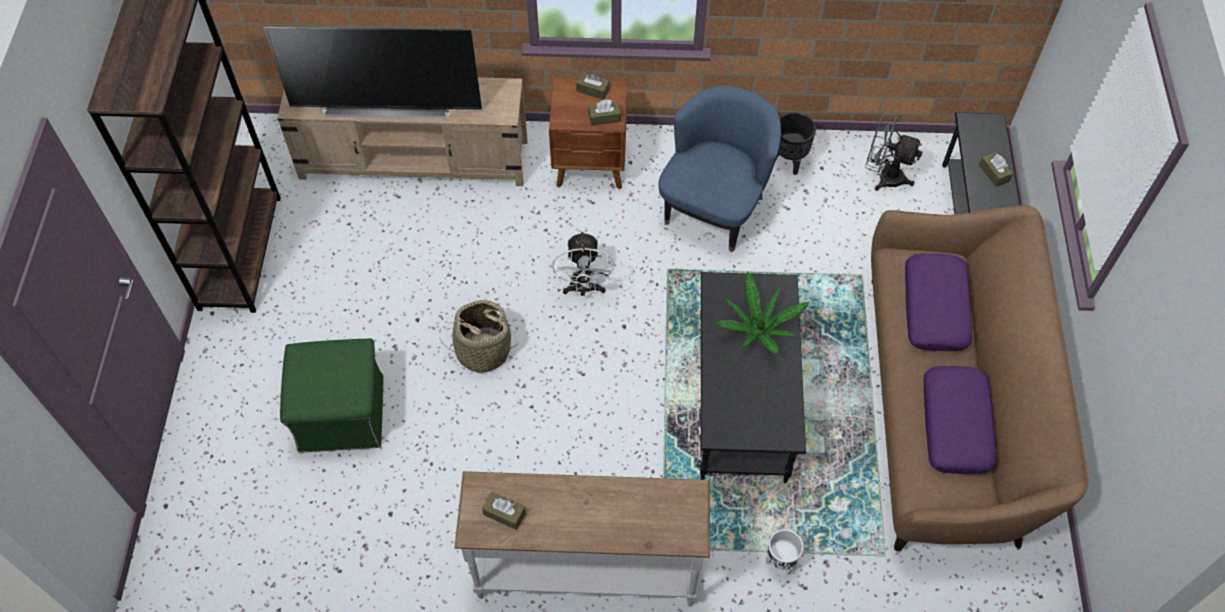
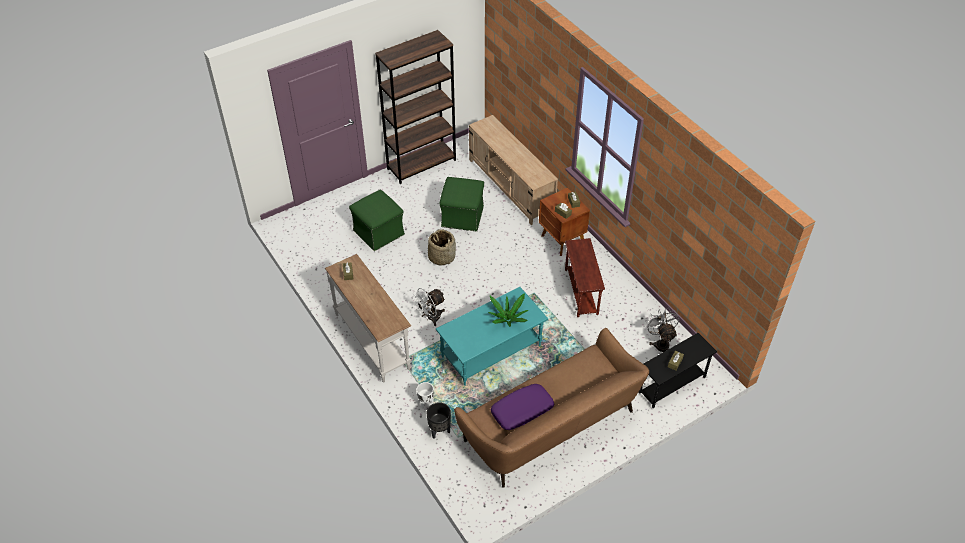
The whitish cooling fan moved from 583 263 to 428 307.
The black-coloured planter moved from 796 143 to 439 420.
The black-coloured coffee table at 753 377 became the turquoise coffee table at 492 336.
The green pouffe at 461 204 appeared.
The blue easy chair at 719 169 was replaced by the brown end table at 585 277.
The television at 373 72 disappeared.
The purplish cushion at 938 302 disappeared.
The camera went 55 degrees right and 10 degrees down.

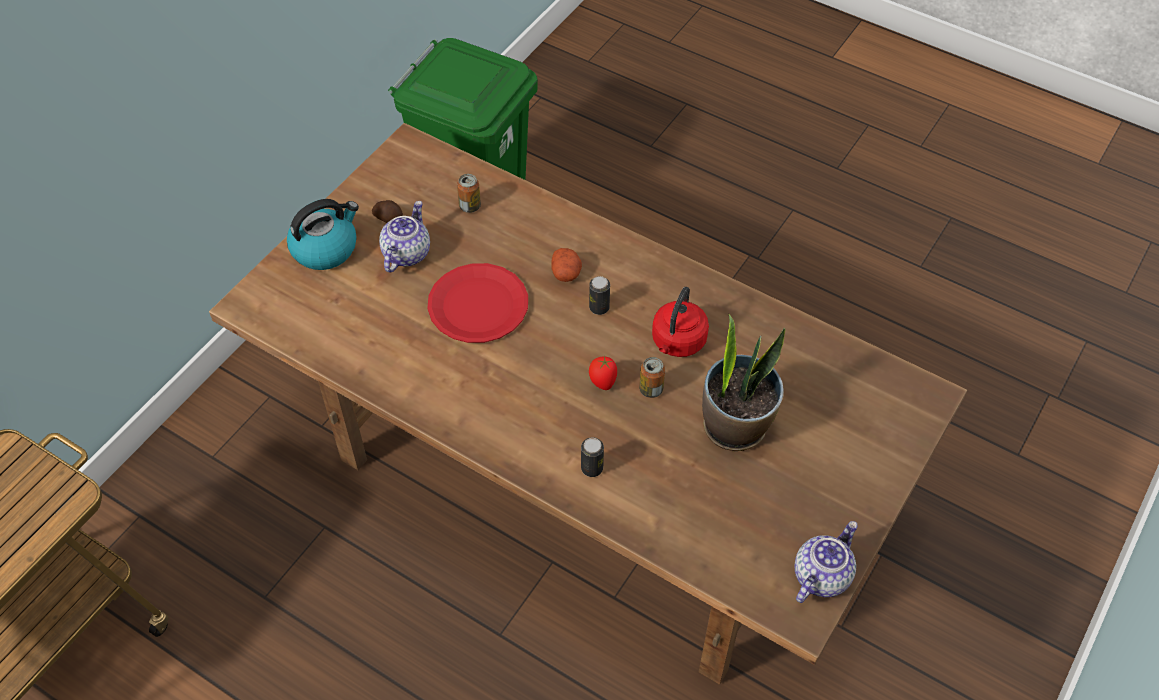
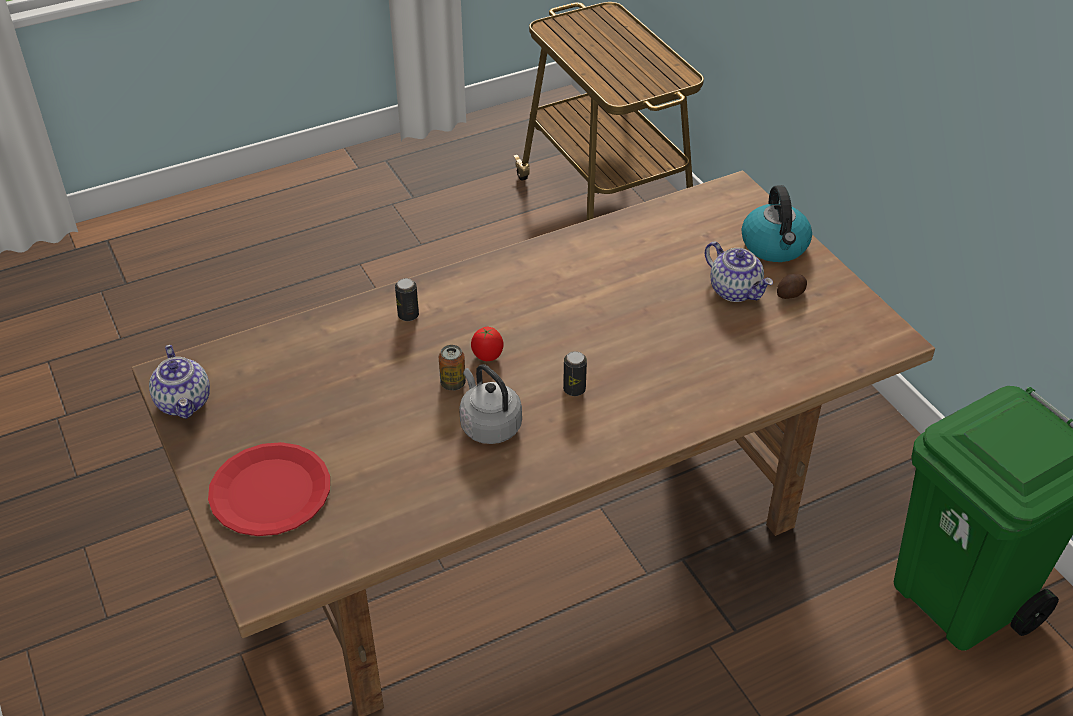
The reddish flat dish moved from 478 303 to 269 489.
The reddish water kettle at 680 322 became the grey water kettle at 490 404.
The sealed can at 469 193 disappeared.
The spud at 566 265 disappeared.
The potted plant at 744 382 disappeared.
The camera went 120 degrees right and 10 degrees down.

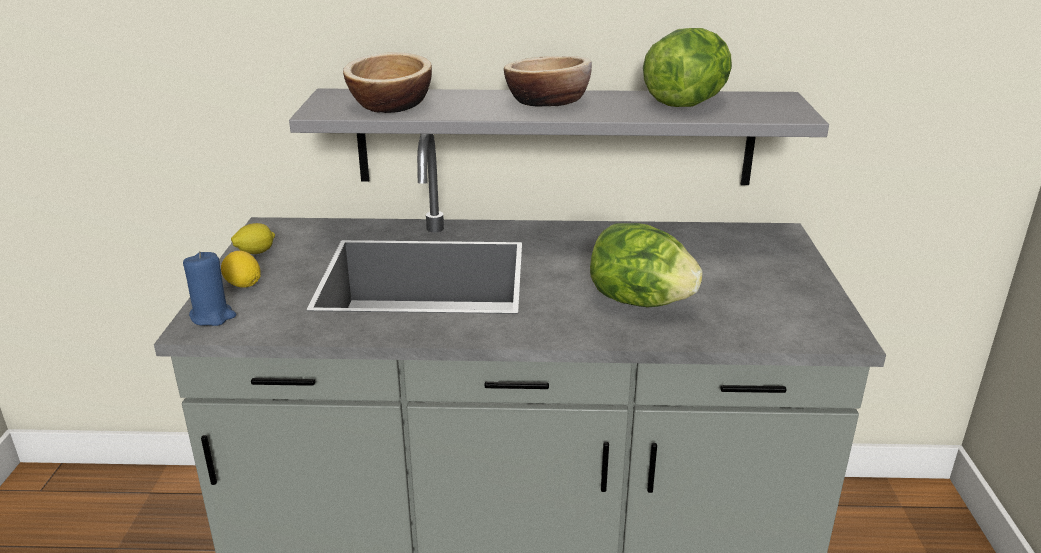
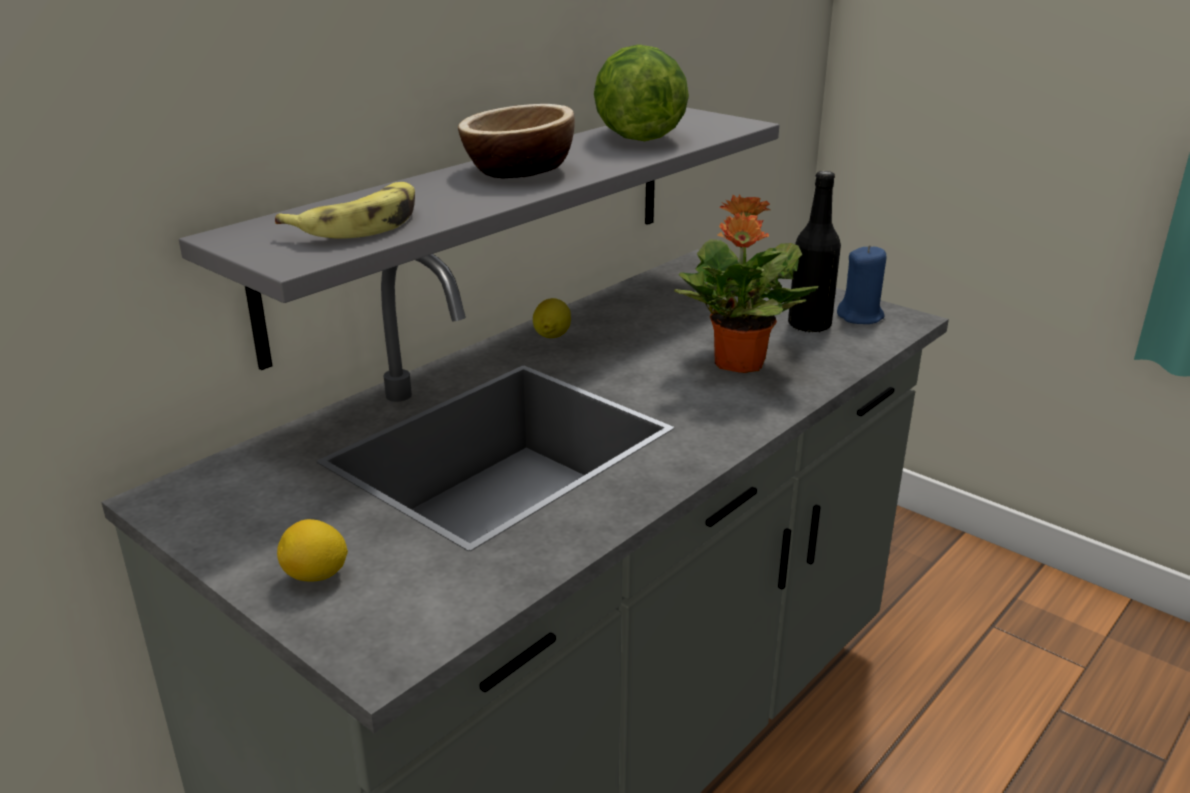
The bowl at 387 82 was replaced by the whole banana at 345 210.
The lemon moved from 253 238 to 551 318.
The lettuce head at 646 265 was replaced by the potted plant at 746 284.
The black-coloured beverage bottle at 814 251 appeared.
The blue wax candle moved from 209 288 to 861 284.
The camera went 50 degrees left and 0 degrees up.

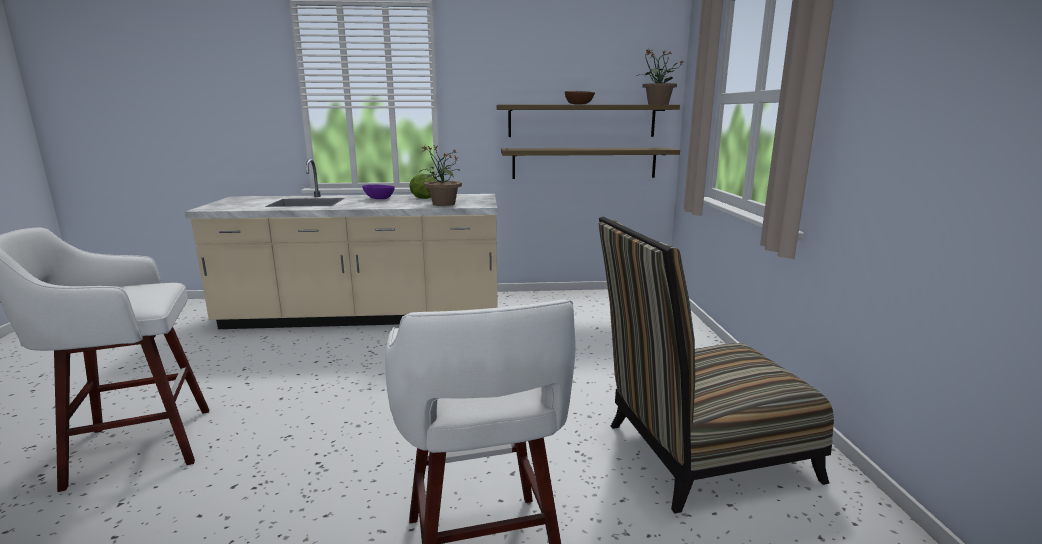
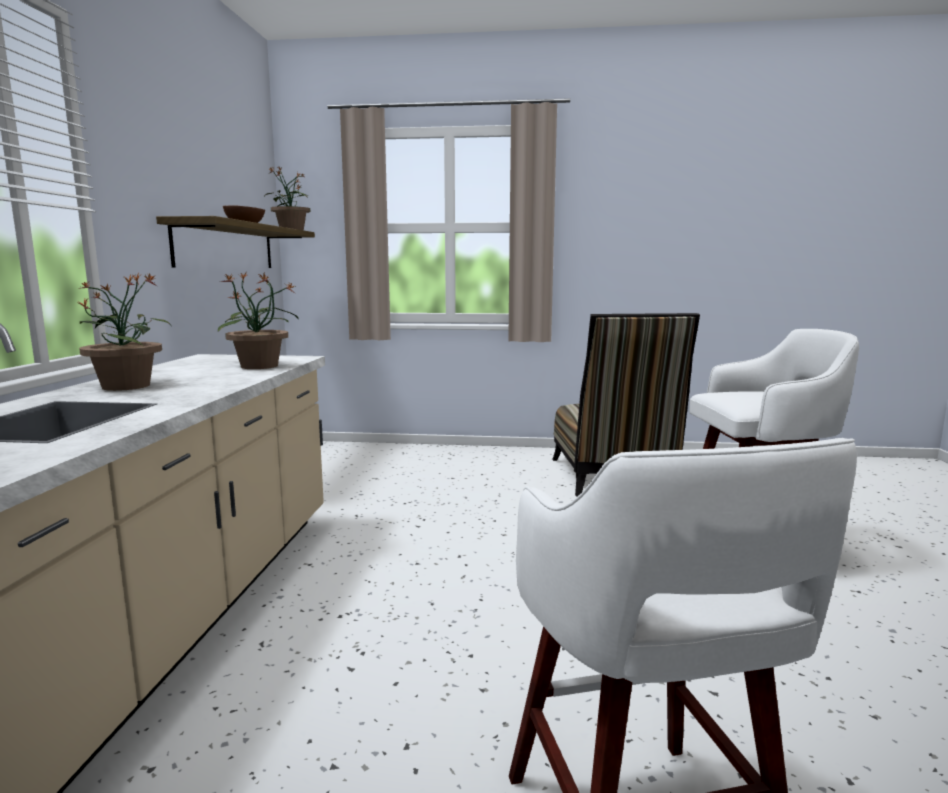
The purplish bowl at 378 192 was replaced by the potted plant at 123 331.
The lettuce head at 422 186 disappeared.
The bracket shelf at 590 163 disappeared.
The camera went 80 degrees left and 5 degrees down.

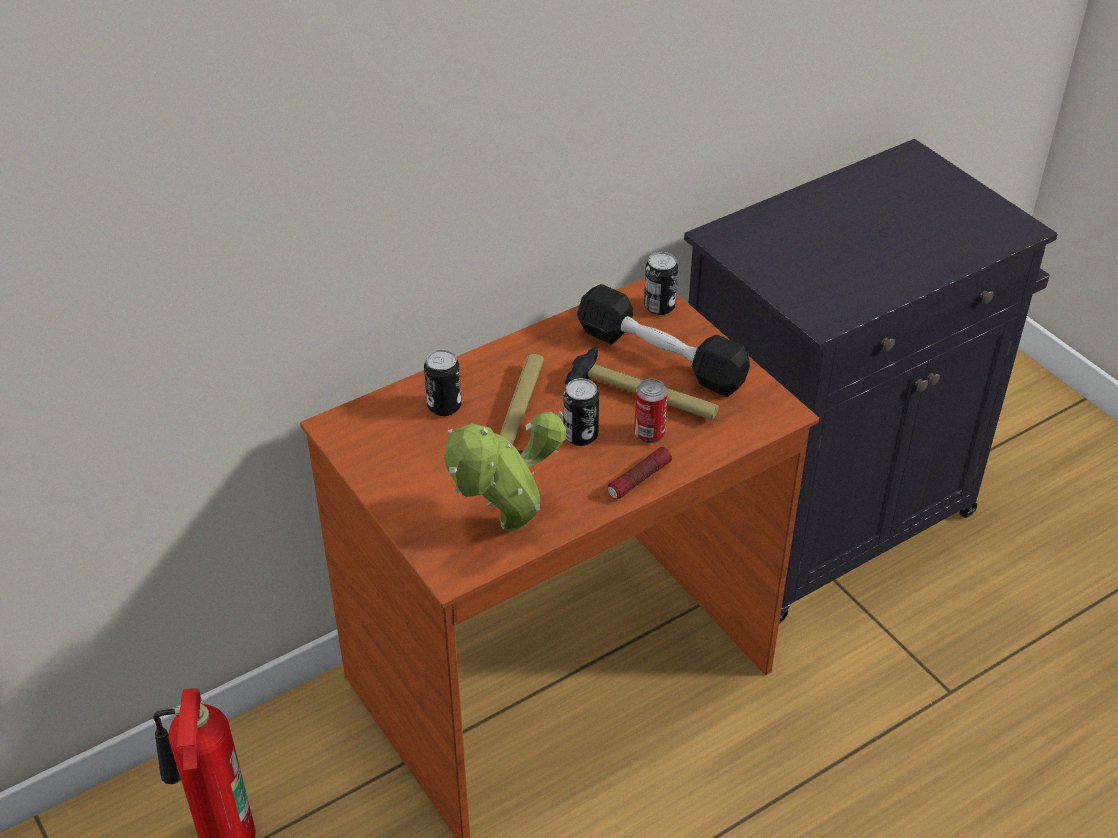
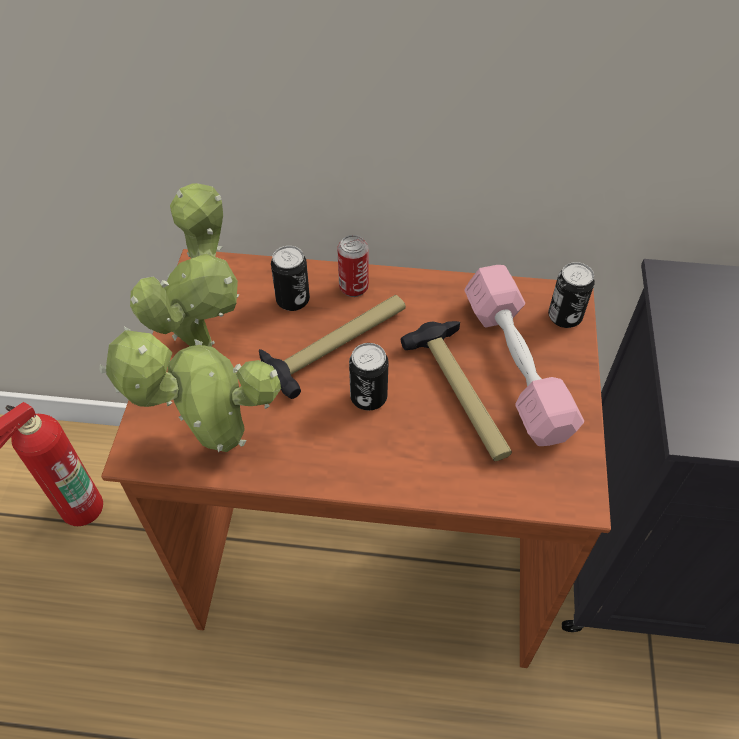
The potted plant at 184 265 appeared.
The sealed can moved from 651 410 to 353 266.
The black-coloured dumbbell at 663 340 became the pinkish dumbbell at 524 355.
The torch at 640 473 disappeared.
The camera went 40 degrees right and 10 degrees up.

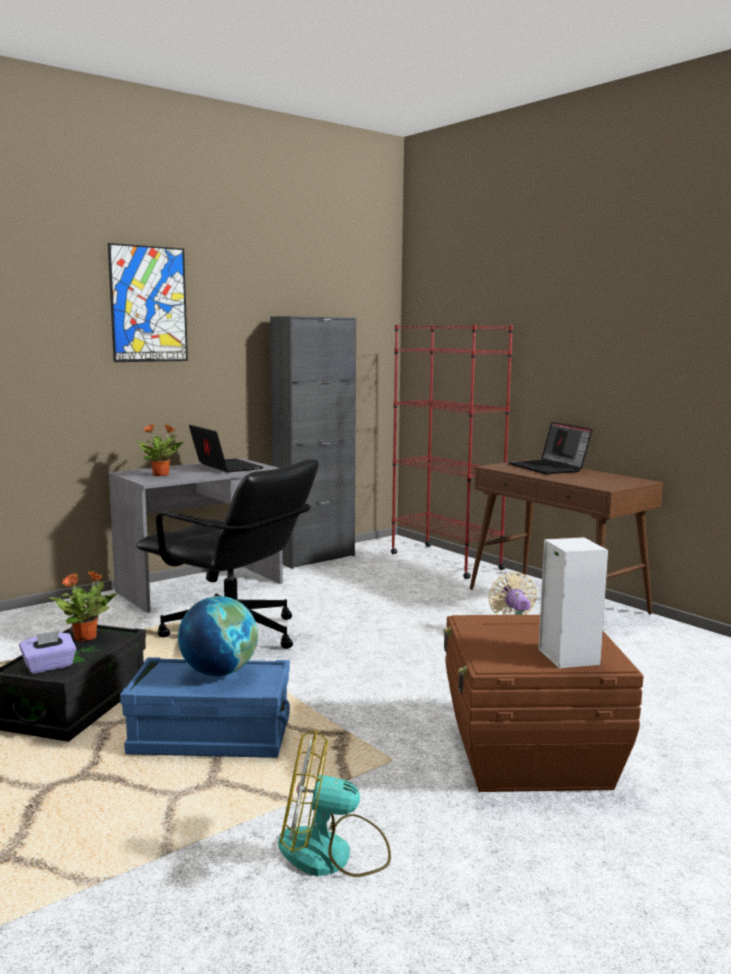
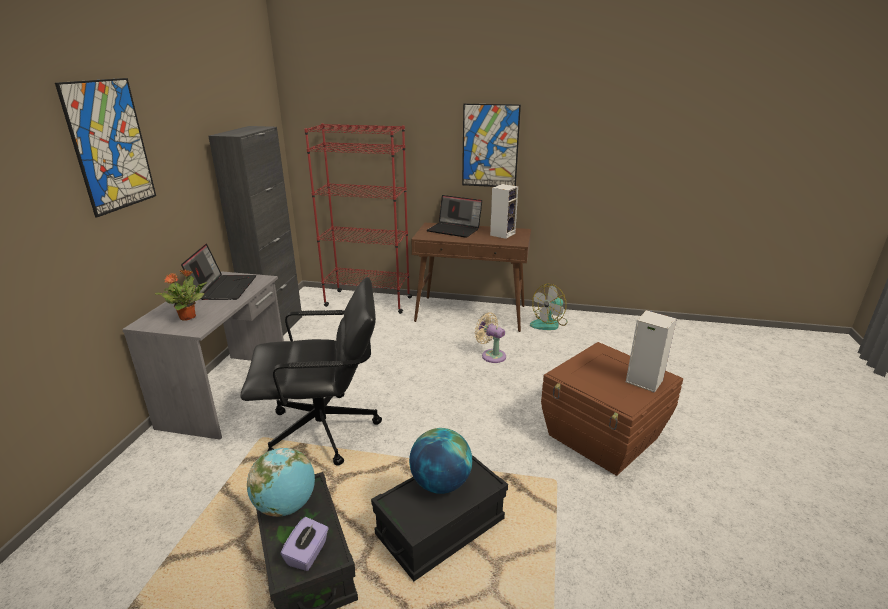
The laptop at 226 448 turned 75 degrees clockwise.
The potted plant at 83 606 was replaced by the globe at 281 482.
The blue storage container at 205 707 became the black-coloured storage container at 439 518.
The wall picture at 491 145 appeared.
The speaker at 504 211 appeared.
The cooling fan moved from 334 803 to 548 307.
The camera went 40 degrees left and 15 degrees up.

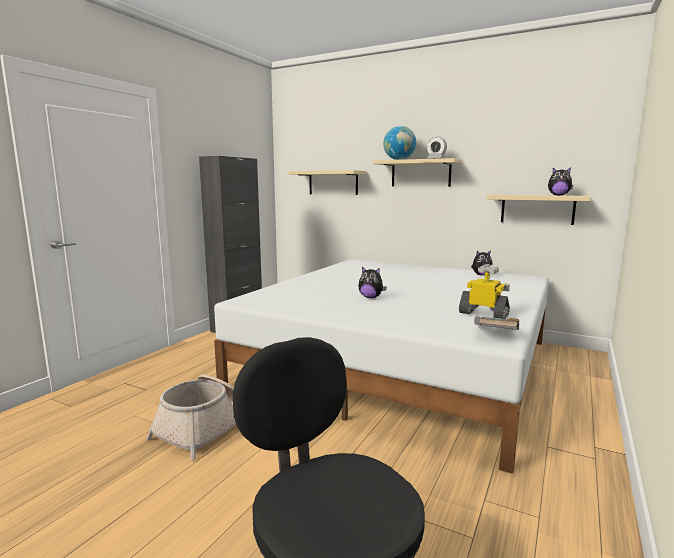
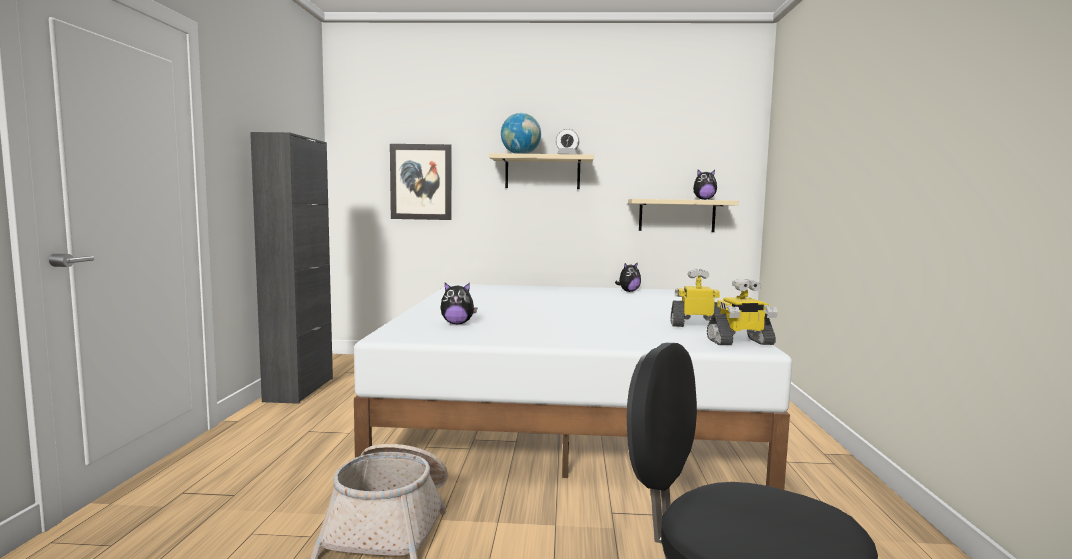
The beige-coloured bracket shelf at 327 182 was replaced by the wall picture at 421 182.
The soft toy moved from 372 282 to 458 303.
The grey volume at 496 323 was replaced by the toy robot at 742 312.
The camera went 25 degrees left and 5 degrees down.

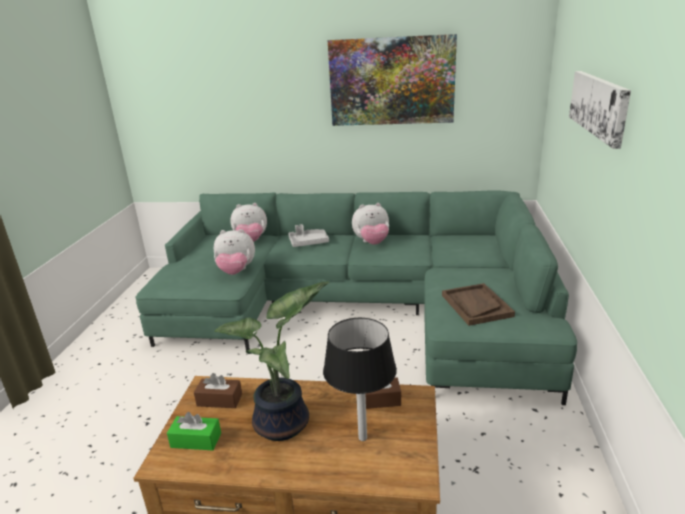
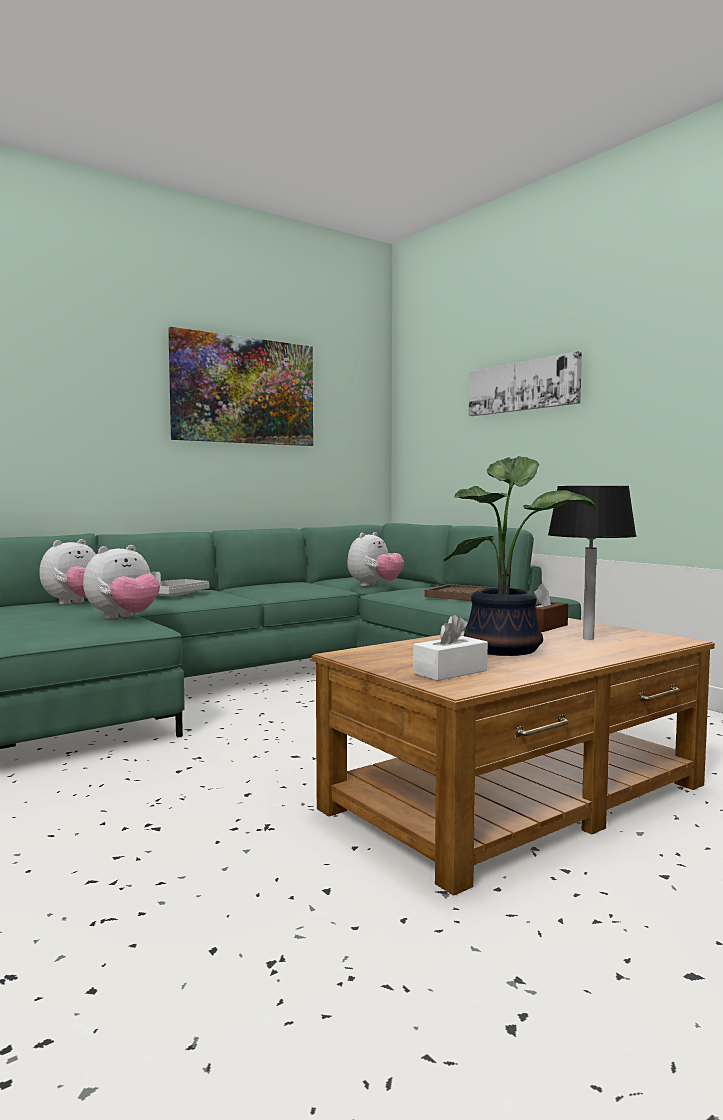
The soft toy moved from 370 224 to 375 559.
The green box of tissues at 194 431 became the whitish box of tissues at 450 647.
The brown box of tissues at 218 390 disappeared.
The camera went 45 degrees left and 20 degrees down.

